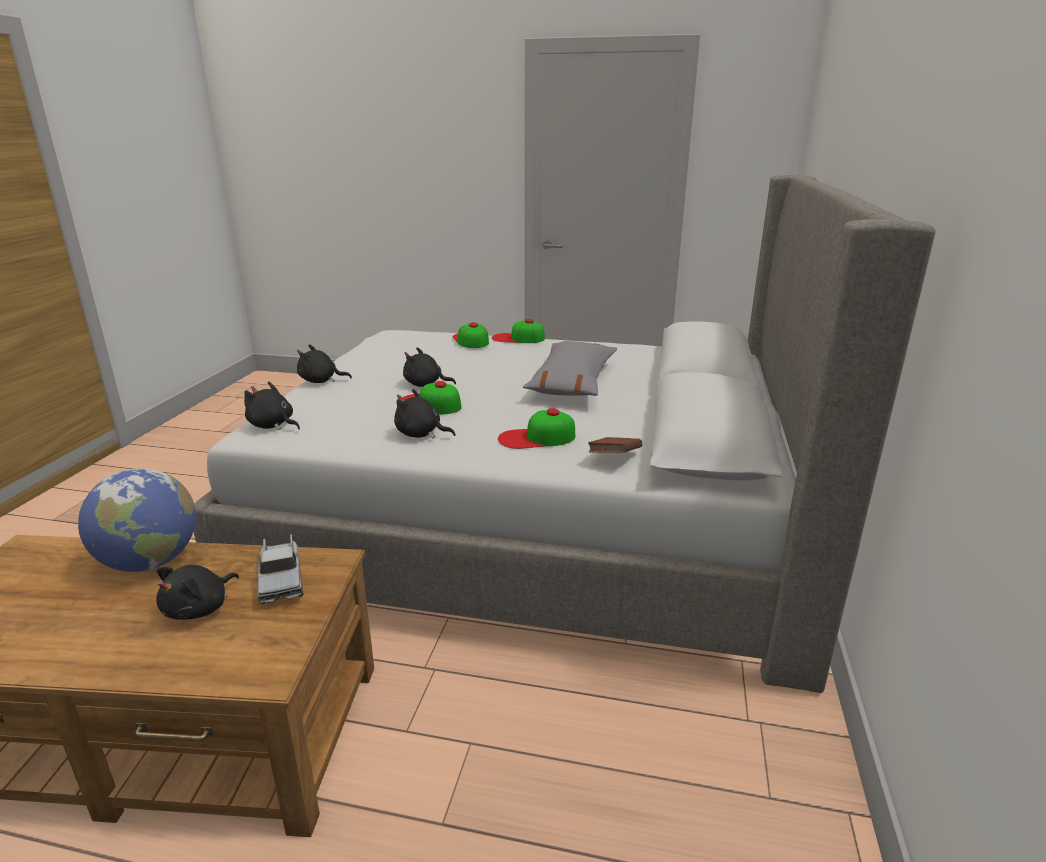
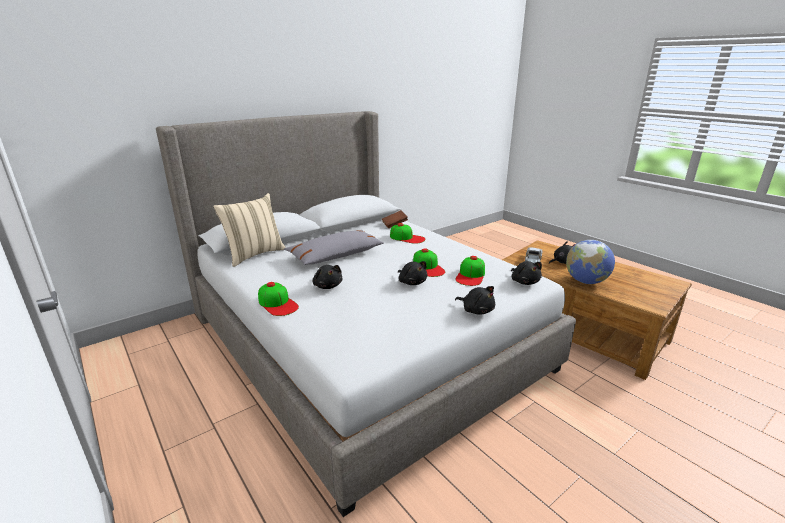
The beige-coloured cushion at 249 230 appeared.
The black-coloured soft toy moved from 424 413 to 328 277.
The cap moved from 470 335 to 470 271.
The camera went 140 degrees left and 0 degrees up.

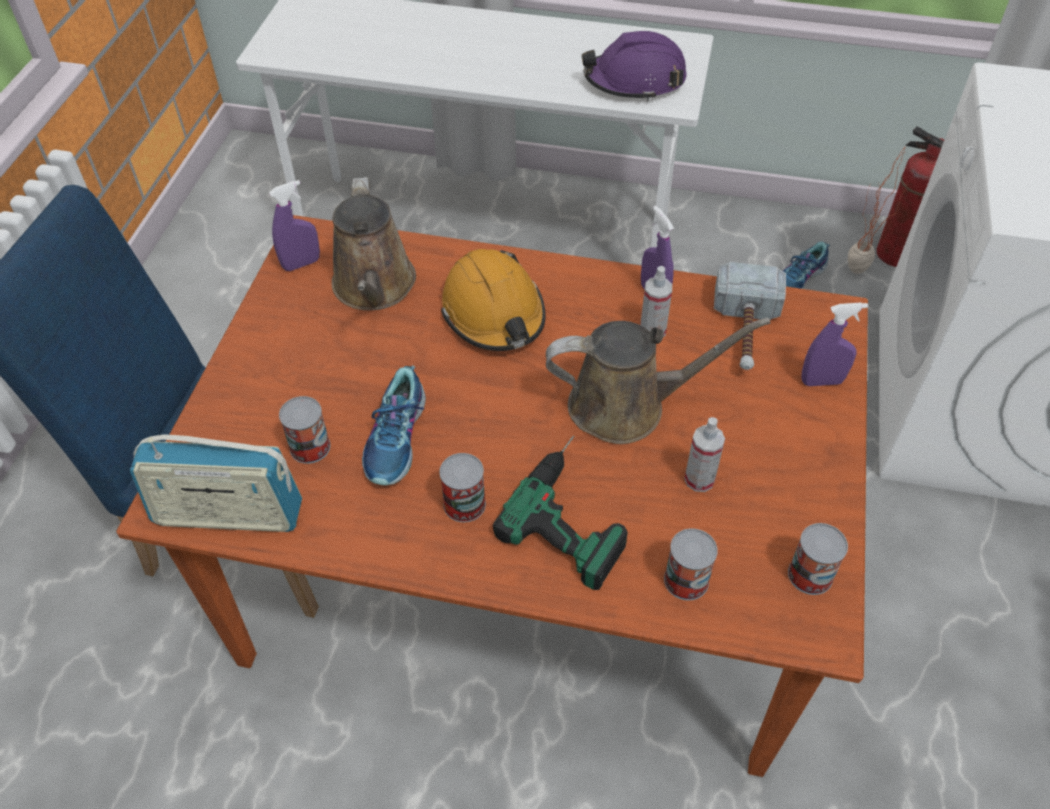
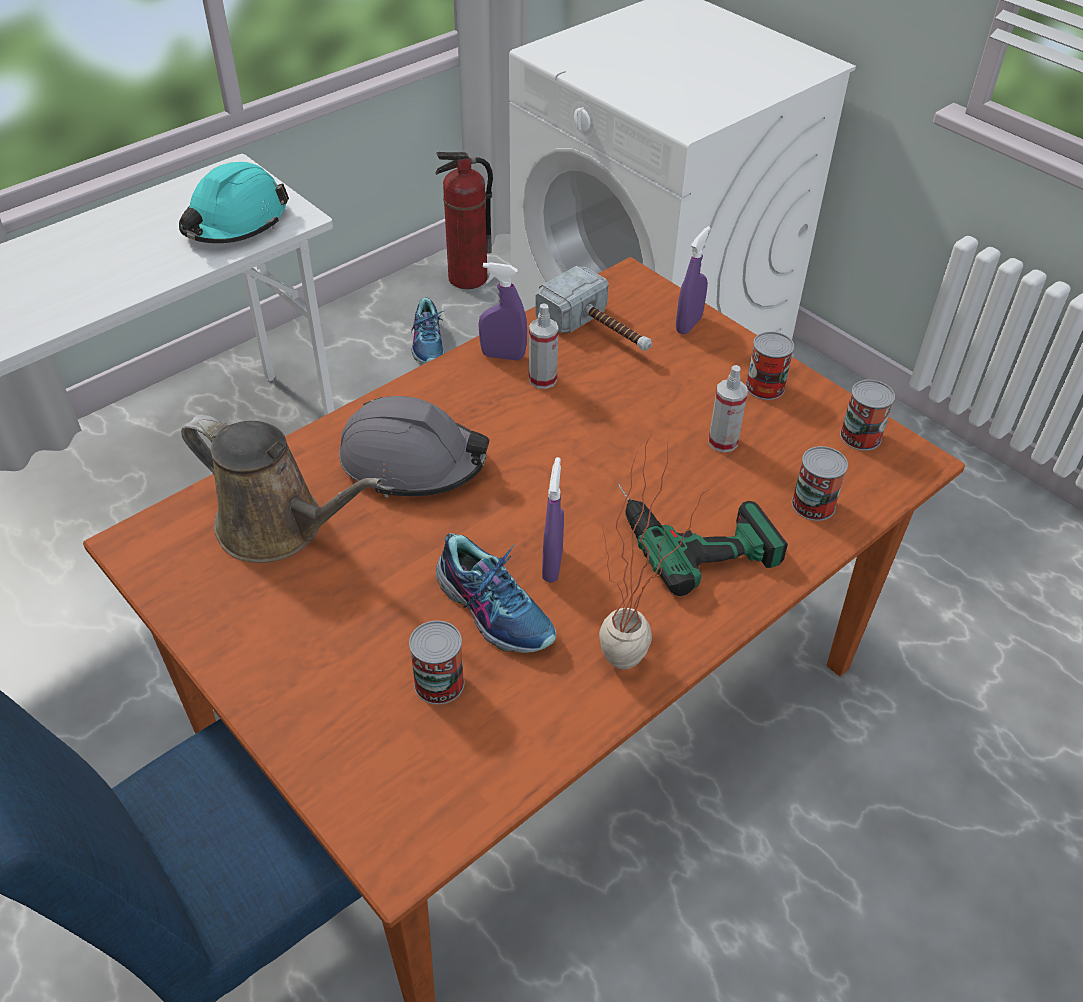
The purplish work helmet at 634 66 became the turquoise work helmet at 234 202.
The orange-coloured work helmet at 493 300 became the grey work helmet at 414 447.
The purplish spray bottle moved from 294 225 to 553 520.
The potted plant moved from 878 212 to 654 550.
The sealed can moved from 462 487 to 770 366.
The radio receiver at 216 483 disappeared.
The brown watering can at 658 381 disappeared.
The camera went 55 degrees left and 5 degrees down.

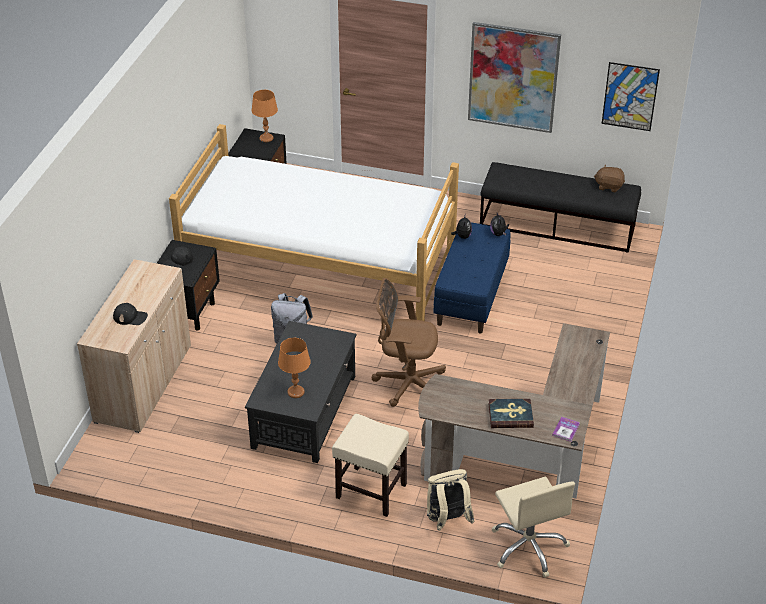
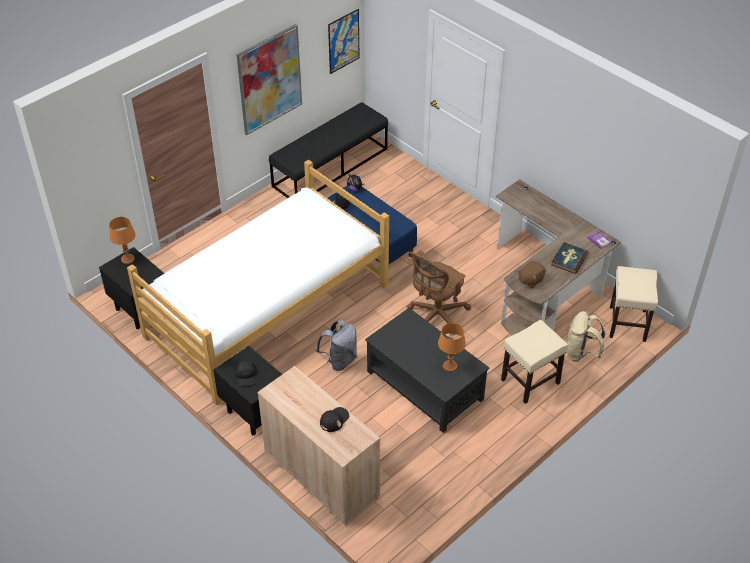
The brown soft toy moved from 609 178 to 532 275.
The beige-coloured computer chair at 533 527 was replaced by the beige-coloured sitting stool at 634 304.
The camera went 60 degrees left and 5 degrees up.

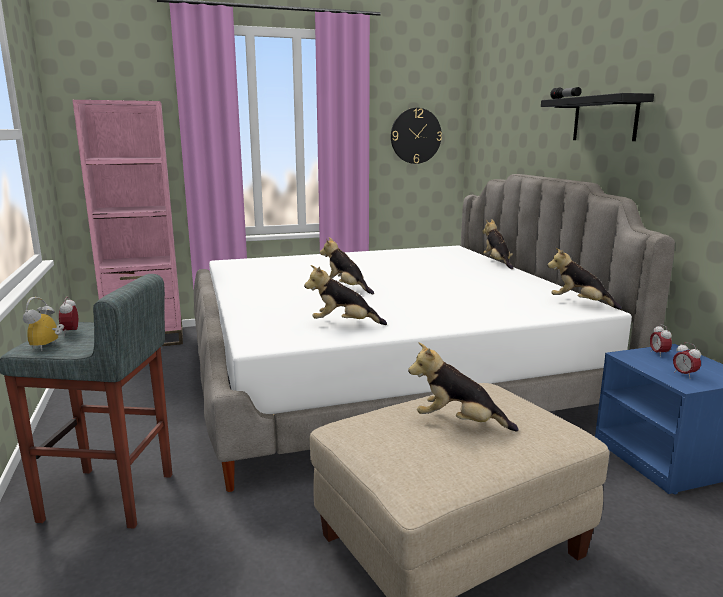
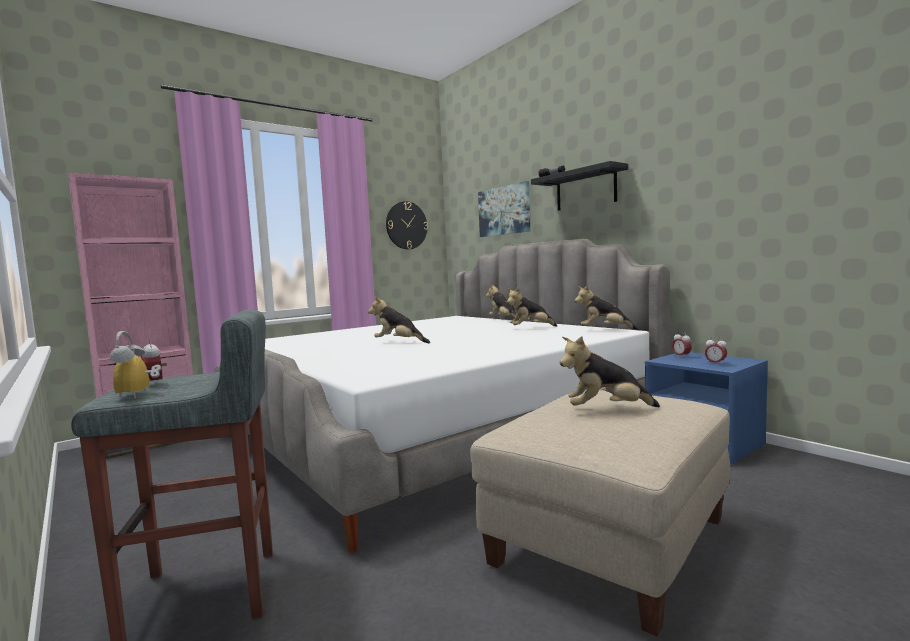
The wall picture at 504 209 appeared.
The soft toy moved from 345 295 to 532 307.
The camera went 20 degrees left and 10 degrees down.

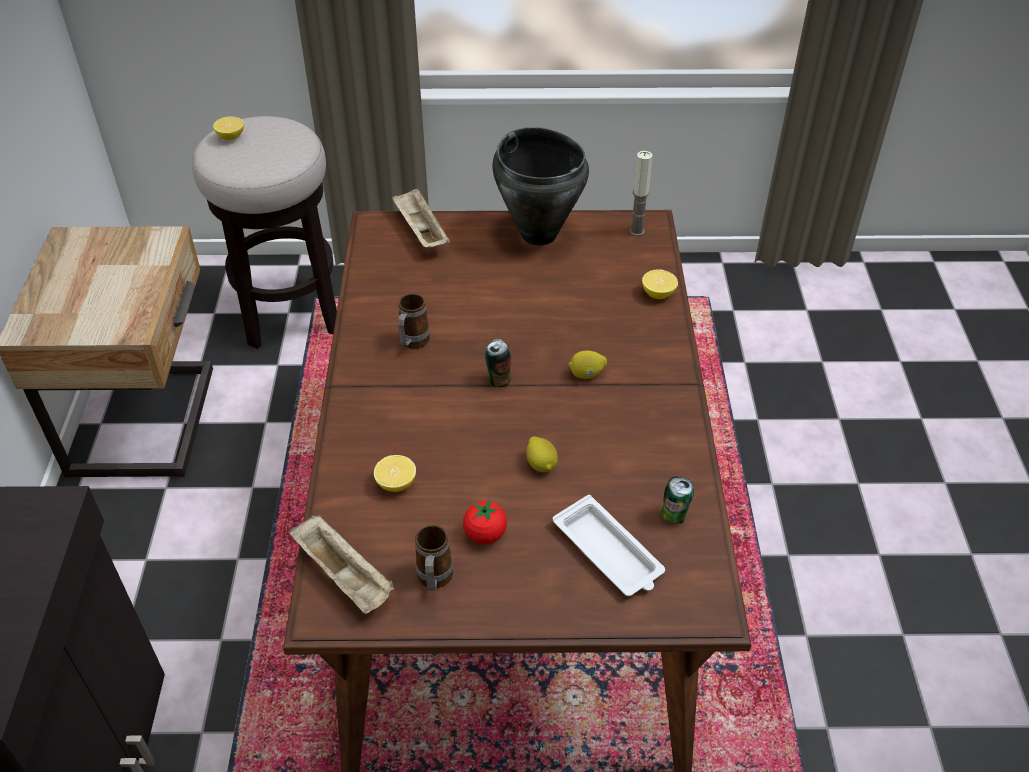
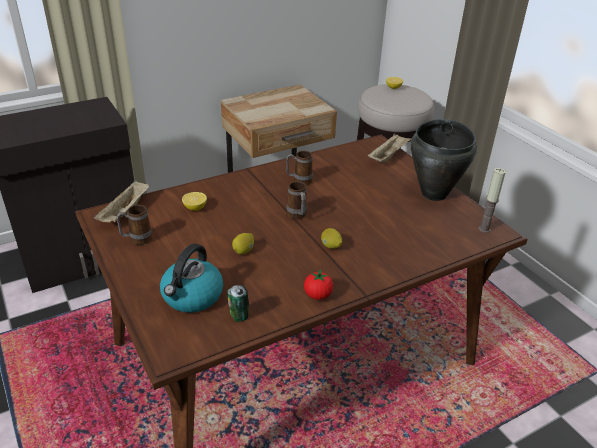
The whitish carrying tray at 609 545 was replaced by the water kettle at 191 278.
The sealed can at 498 363 was replaced by the coffee mug at 297 200.
The whole tomato moved from 485 521 to 318 284.
The lemon at 660 284 disappeared.
The camera went 60 degrees right and 10 degrees down.

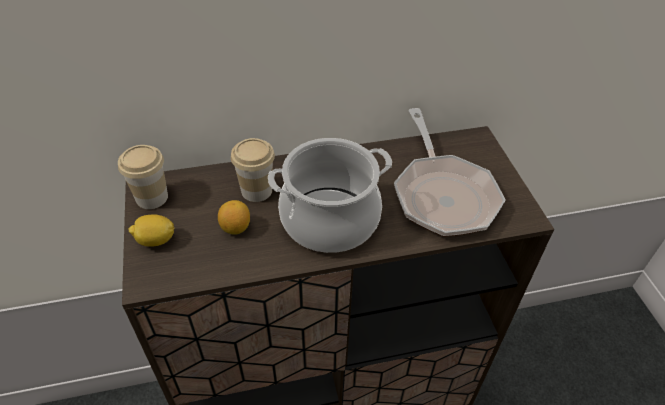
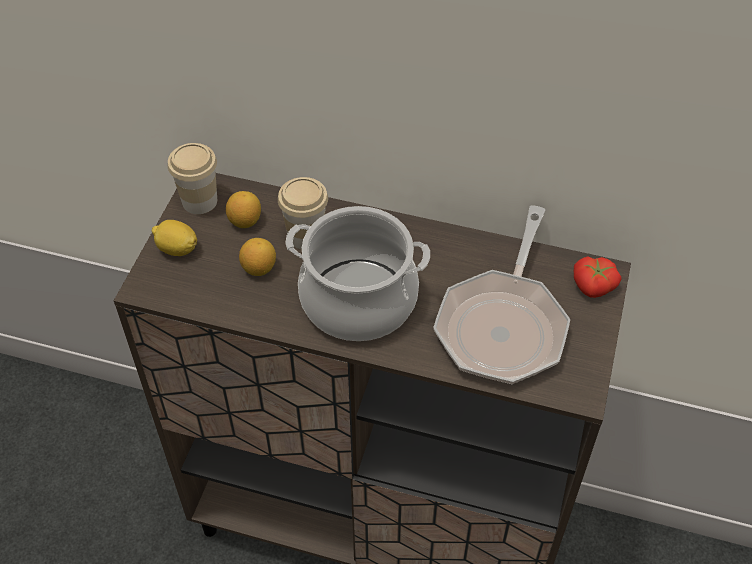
The lemon at 243 209 appeared.
The whole tomato at 597 277 appeared.
The camera went 30 degrees right and 5 degrees up.

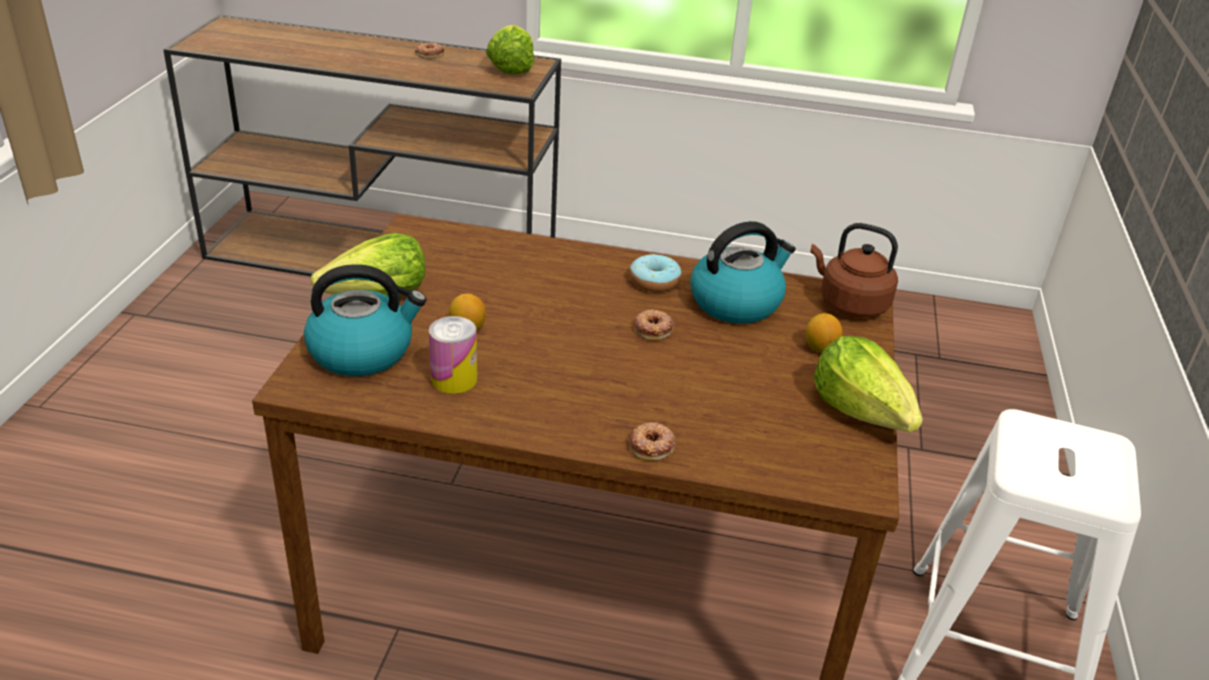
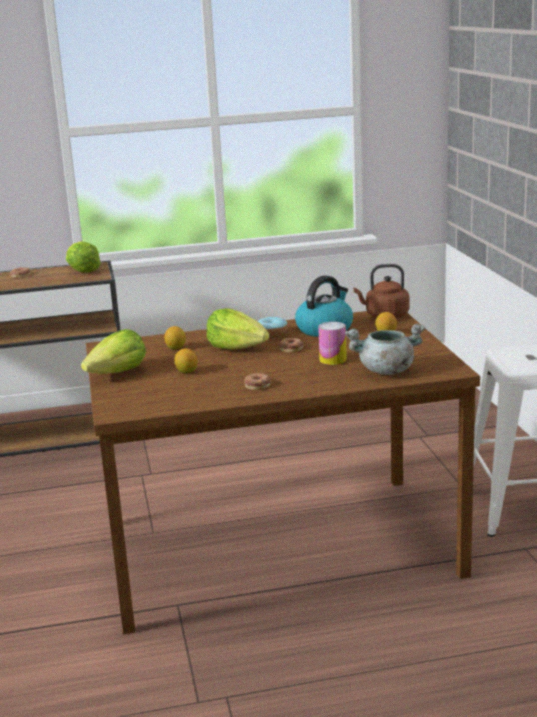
The lemon at 175 338 appeared.
The lettuce head moved from 868 384 to 238 329.
The donut moved from 652 441 to 257 381.
The sealed can moved from 453 355 to 332 343.
The grey stockpot at 385 349 appeared.
The water kettle at 365 320 disappeared.
The camera went 20 degrees left and 15 degrees down.

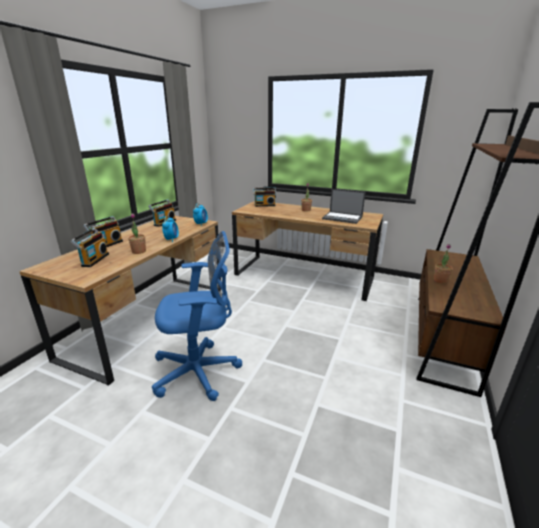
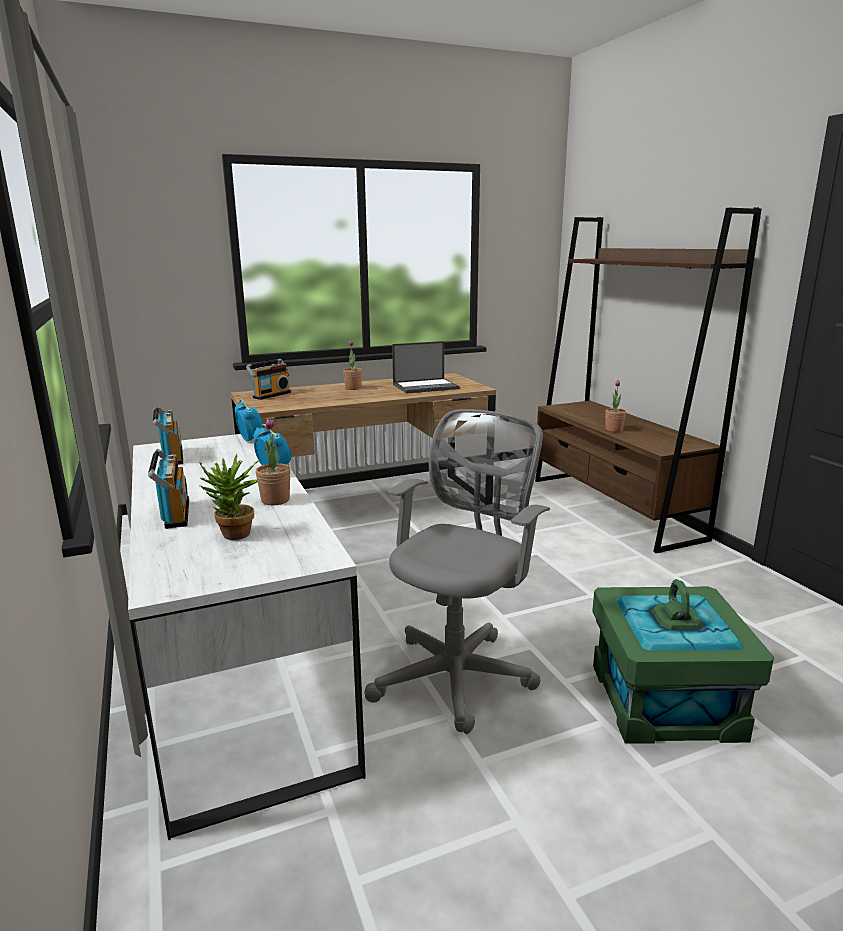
The brown desk at 120 301 became the whitish desk at 247 637.
The radio receiver at 89 247 was replaced by the potted plant at 230 497.
The blue computer chair at 197 316 became the grey computer chair at 457 571.
The green storage container at 683 661 appeared.
The camera went 45 degrees left and 5 degrees down.

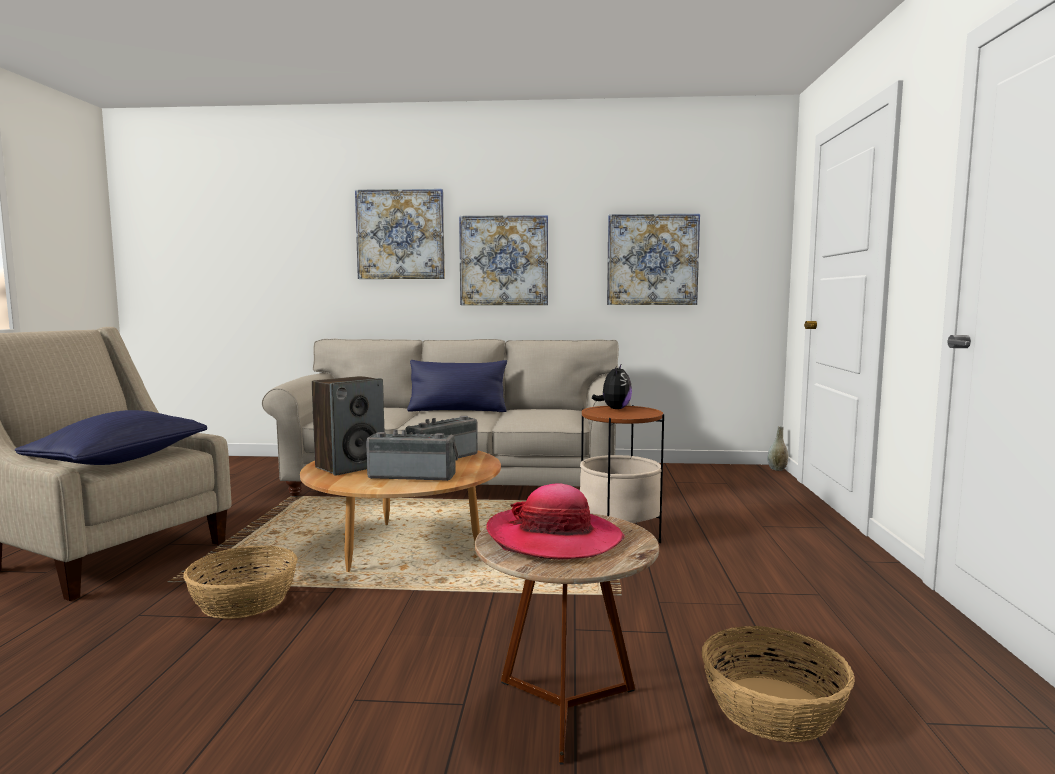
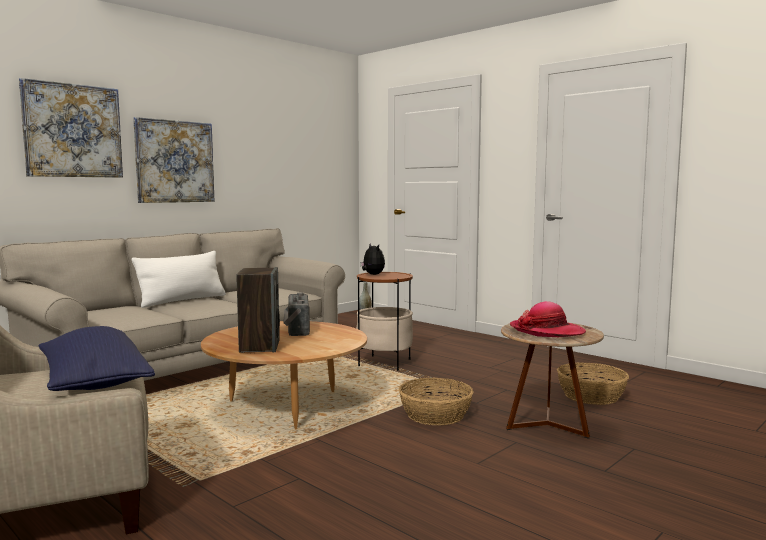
The blue cushion at 457 386 became the whitish cushion at 179 279.
The household basket moved from 240 582 to 436 402.
The radio receiver at 412 455 disappeared.
The wall picture at 653 259 disappeared.
The camera went 50 degrees left and 0 degrees up.

